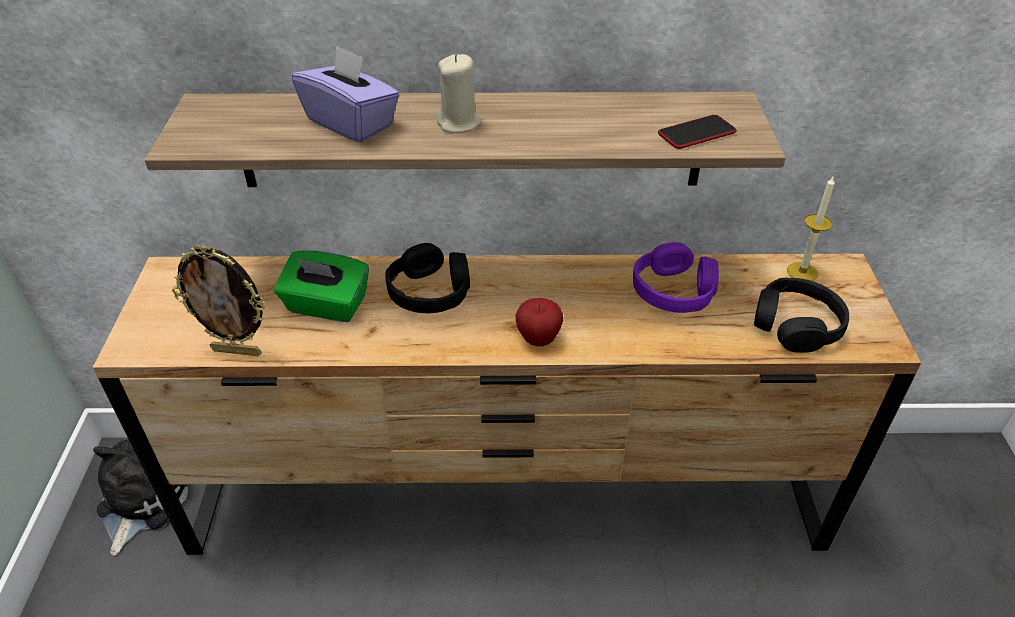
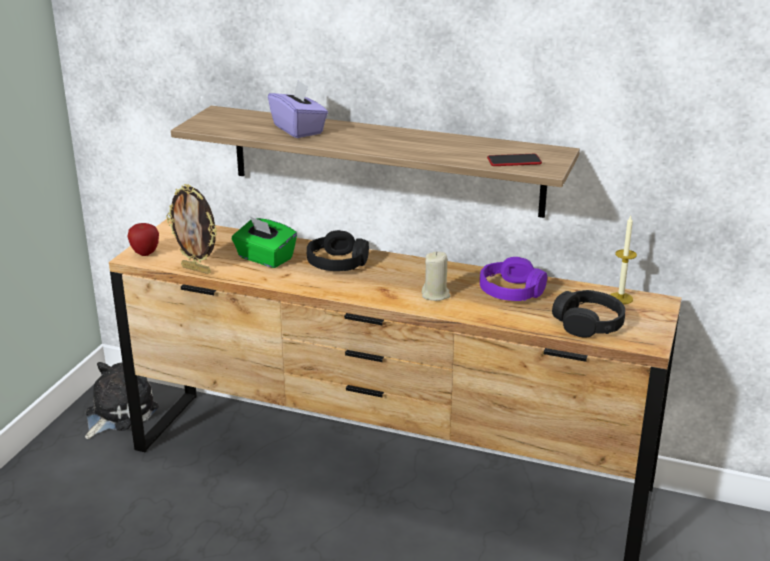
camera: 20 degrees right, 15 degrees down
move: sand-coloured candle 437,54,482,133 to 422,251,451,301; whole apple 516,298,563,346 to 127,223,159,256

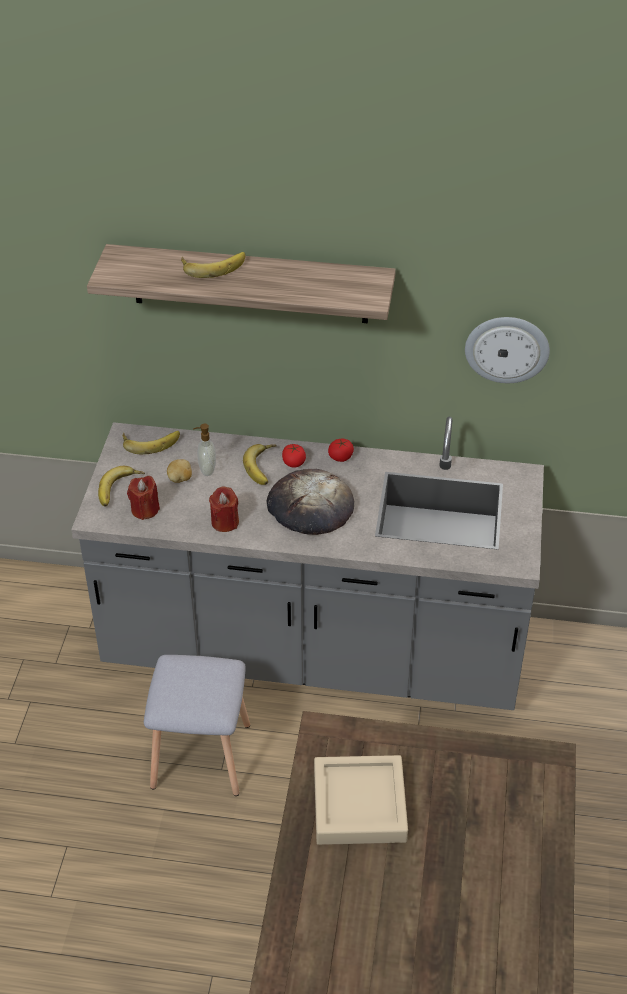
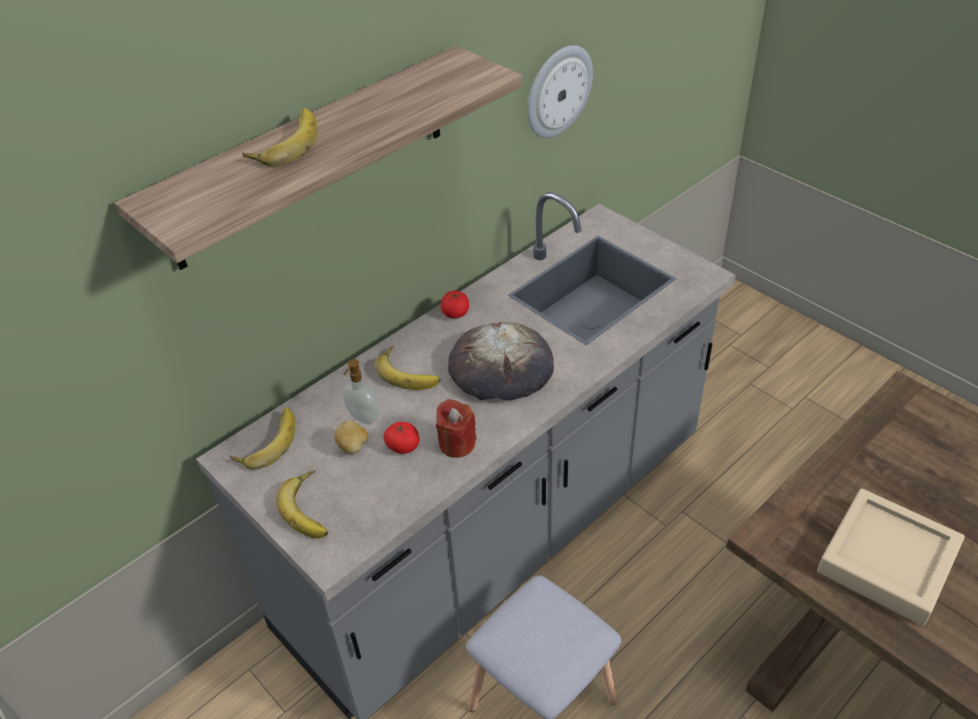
camera: 50 degrees left, 0 degrees up
delete: reddish candle 127,476,160,520
move: tomato 282,444,306,468 to 384,422,419,454

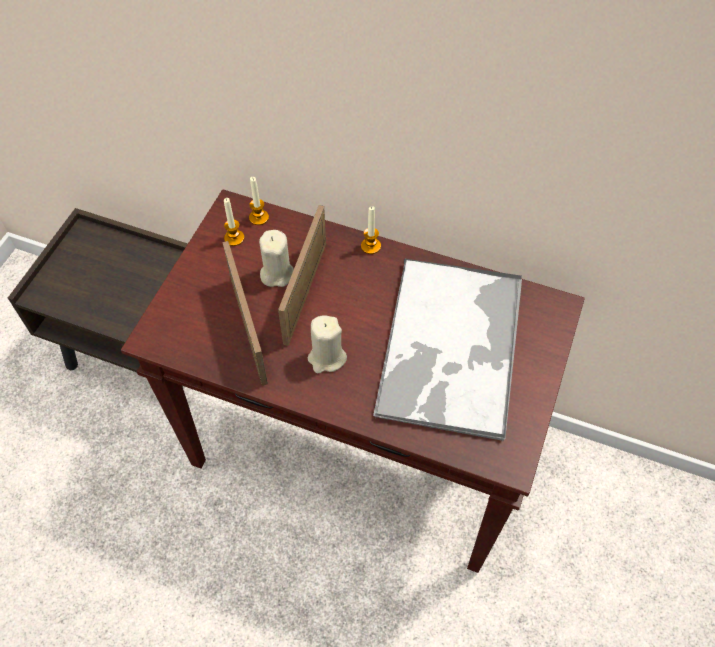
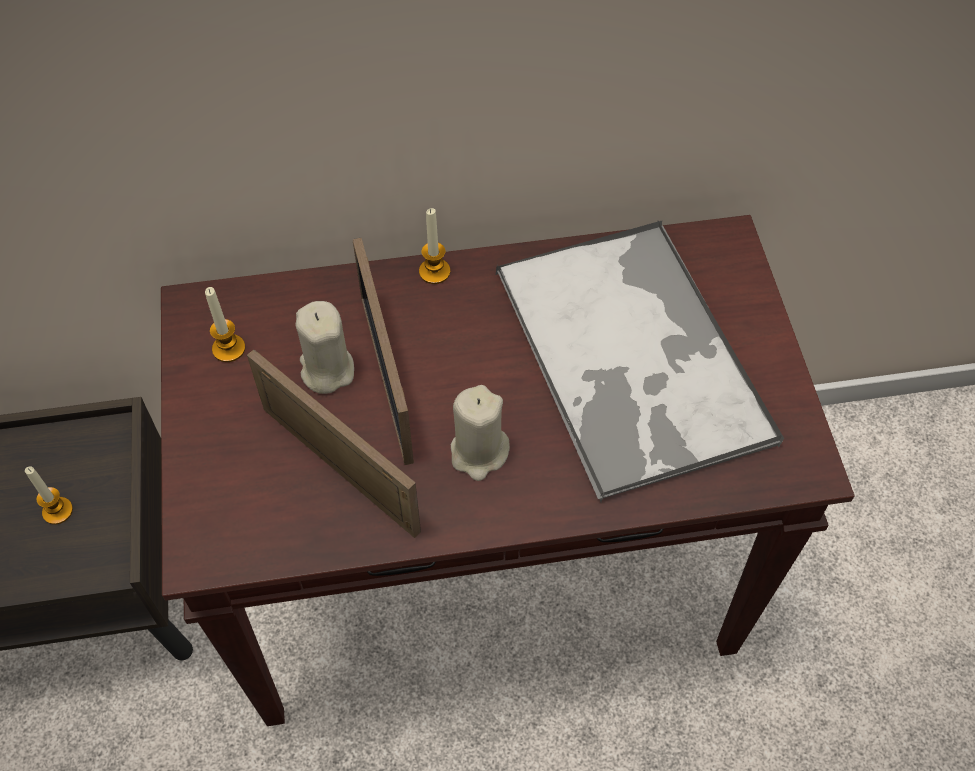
camera: 30 degrees left, 0 degrees up
move: candle 249,177,269,225 to 25,466,73,525

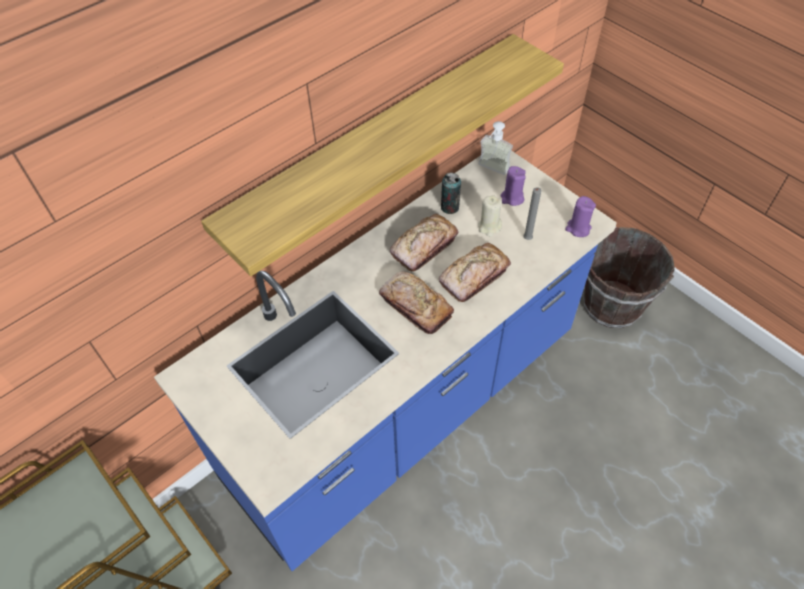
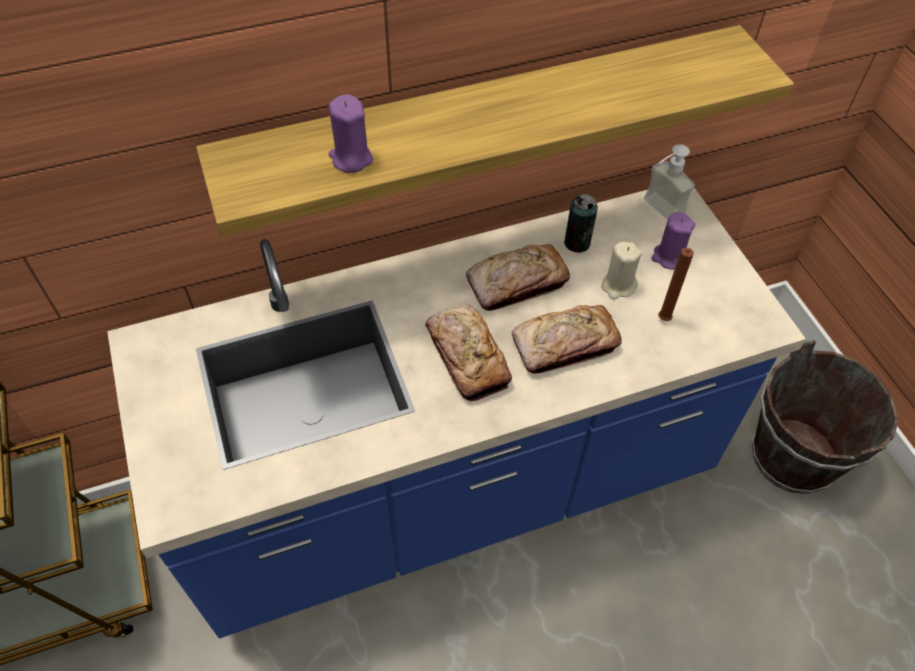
camera: 20 degrees right, 0 degrees up
move: purple candle 565,196,596,237 to 328,94,373,173
recolor: gray candle 523,187,542,240 to brown candle 659,248,694,321

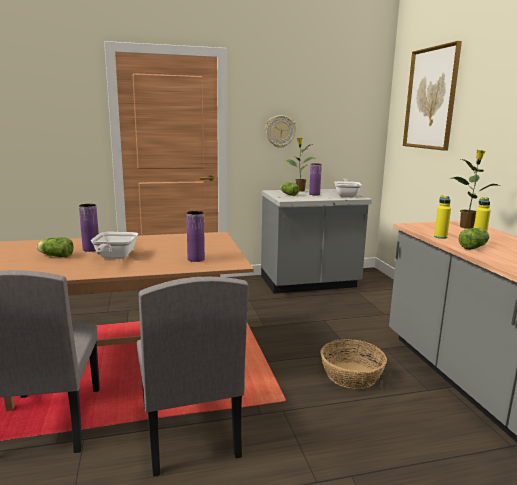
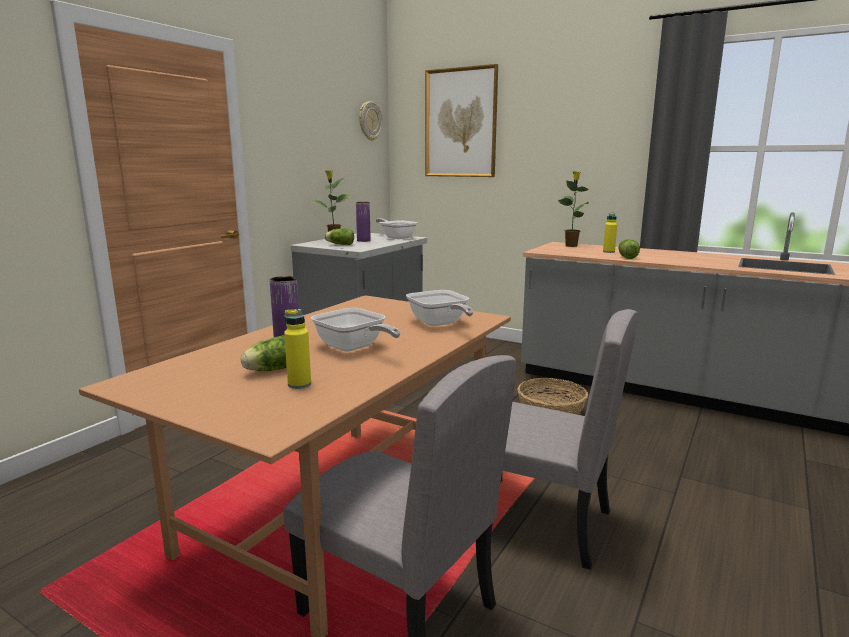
camera: 45 degrees left, 0 degrees up
move: wall clock 265,115,296,148 to 359,101,383,141; yellow-coloured beverage bottle 434,195,451,239 to 284,309,311,389
replace: purple decorative vase 186,211,205,262 to pan 406,290,474,326

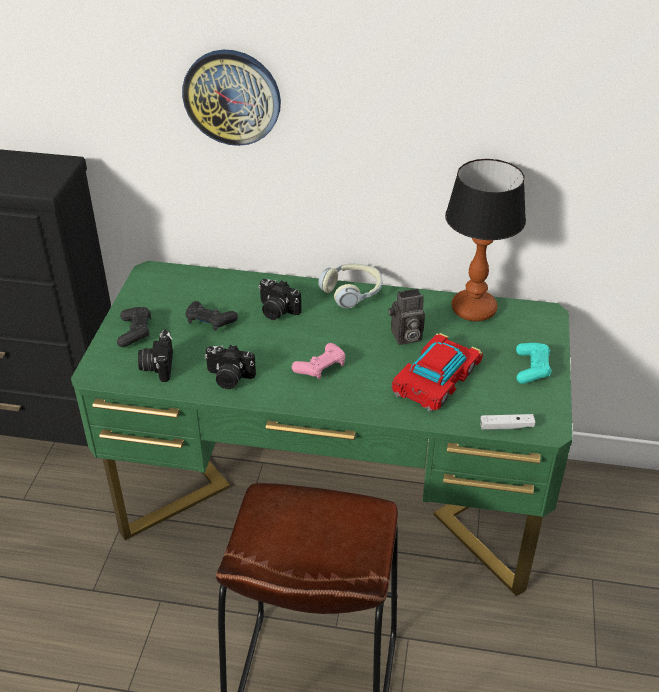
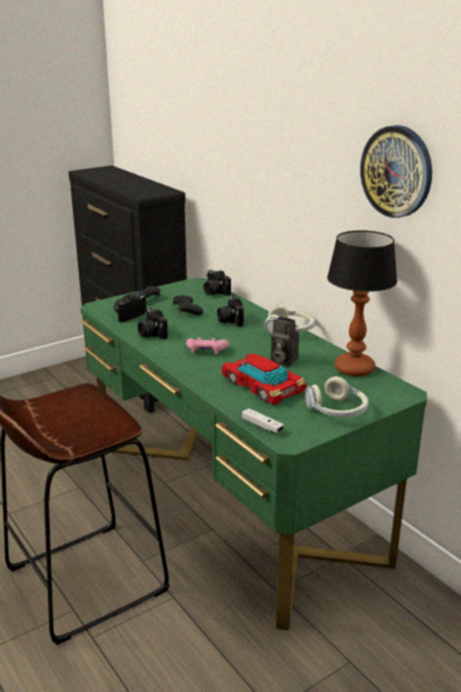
camera: 45 degrees right, 15 degrees down
insert: still camera 204,270,231,296
move: wall clock 182,49,281,146 to 360,125,432,218
replace: blue-green joypad 516,343,551,384 to pair of headphones 305,376,368,417
rotate: toy car 392,333,483,412 = 222,353,307,405 60 degrees clockwise

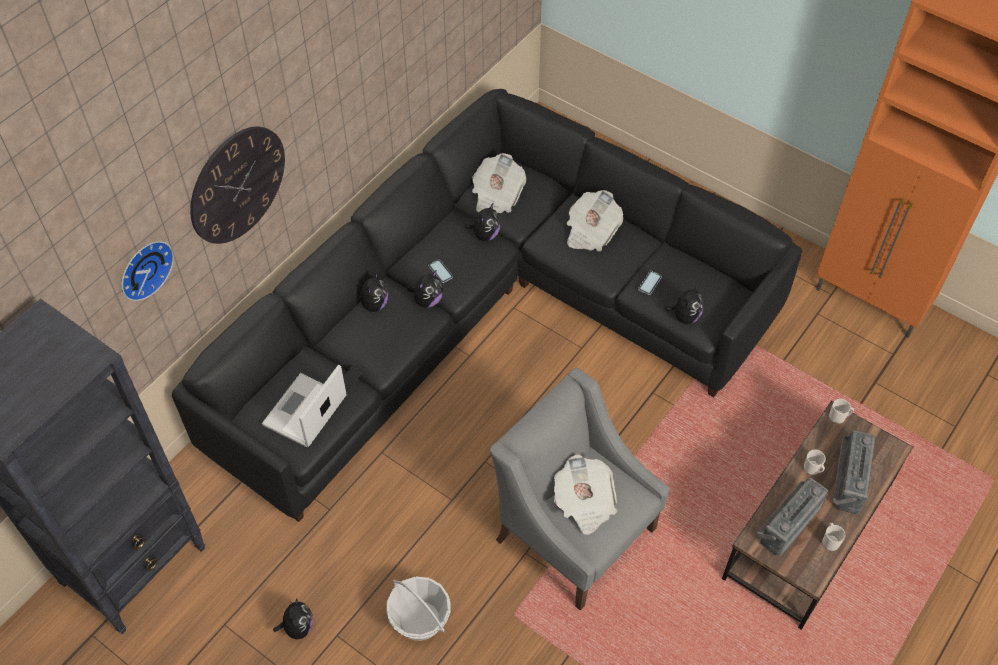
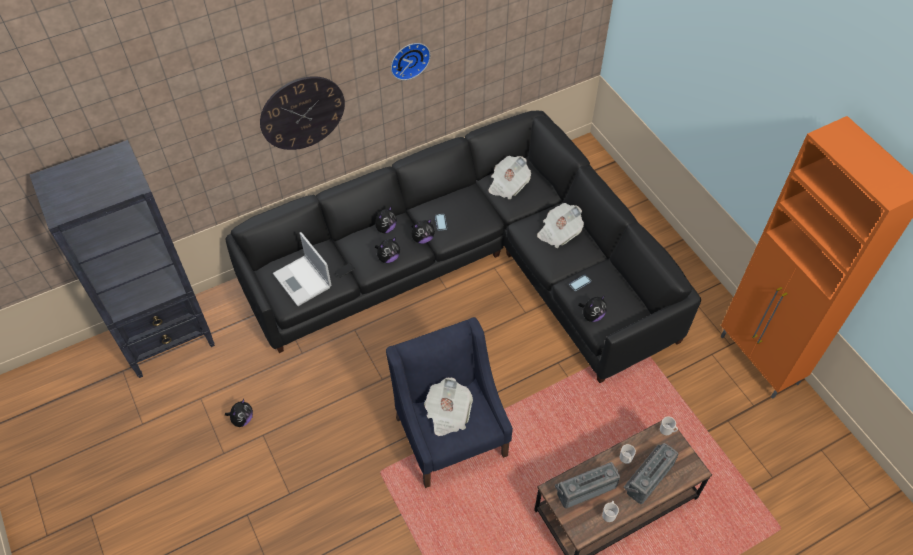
camera: 25 degrees right, 0 degrees up
delete: household basket 387,577,451,640
move: soft toy 465,203,501,241 to 375,237,400,263; wall clock 121,241,174,301 to 391,43,430,80
recolor: gray armchair 490,368,669,610 to bluish armchair 386,317,513,488
rotate: laptop 262,365,347,447 = 273,232,332,306 90 degrees counterclockwise

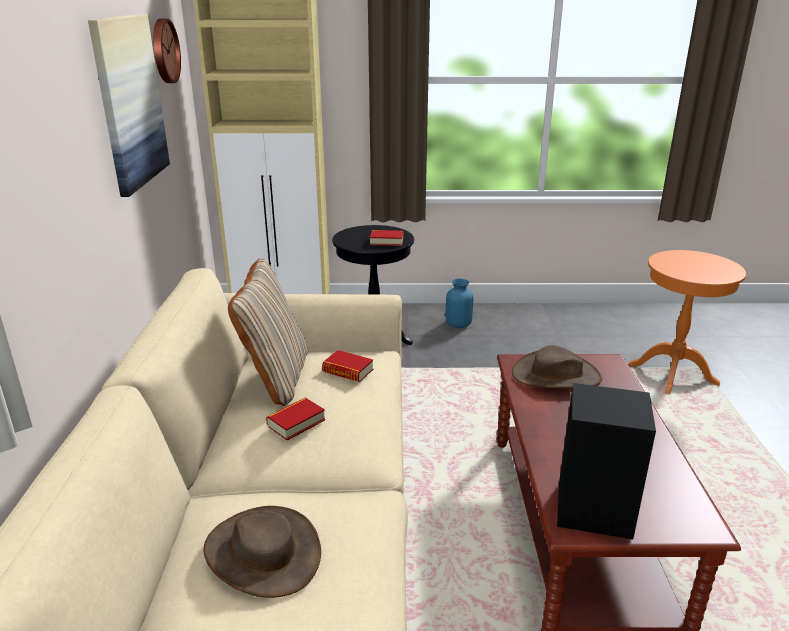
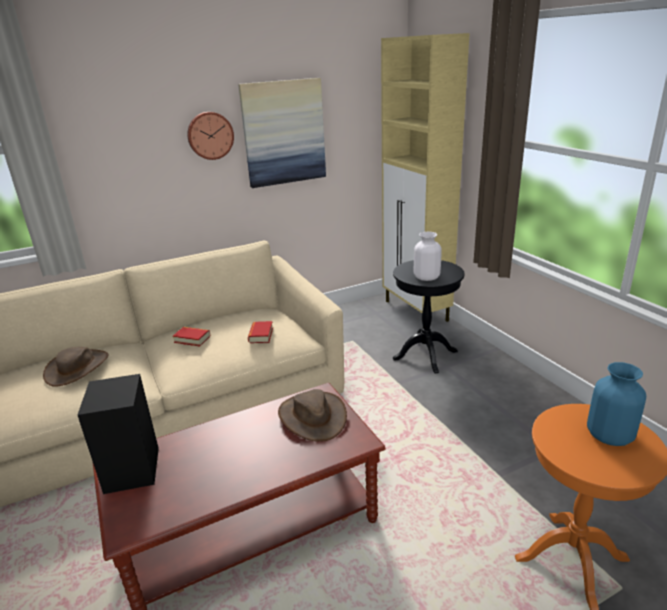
camera: 65 degrees right, 0 degrees up
delete: sand-coloured pillow 228,259,309,406
move: wall clock 153,18,181,83 to 187,112,234,160; bluish decorative vase 446,279,473,328 to 587,362,646,446
replace: book 370,230,403,246 to white decorative vase 414,232,442,281

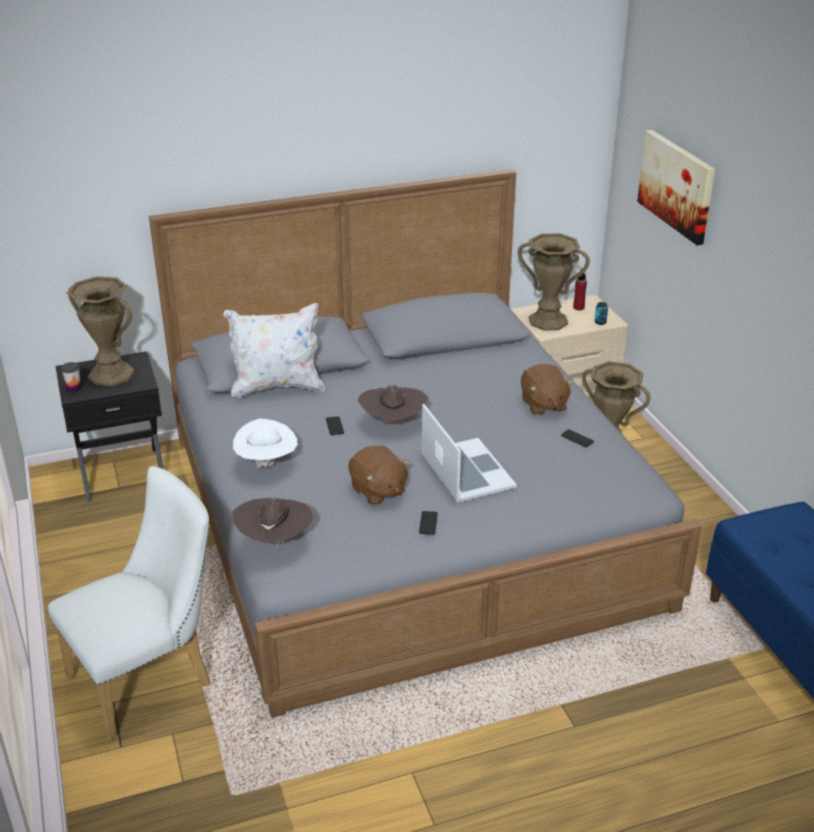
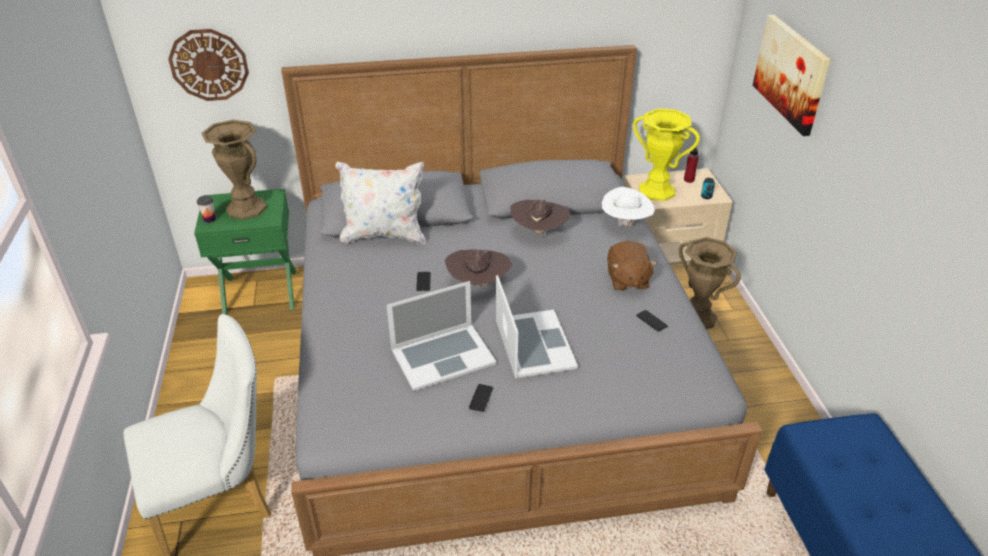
camera: 10 degrees right, 5 degrees up
insert: wall clock 168,29,249,101
move: white clothing hat 233,418,297,468 to 602,187,655,226; brown clothing hat 233,498,313,549 to 510,199,570,238
replace: brown soft toy 348,446,409,505 to laptop 387,281,497,391
recolor: brown decorative vase 518,233,590,331 to yellow-coloured decorative vase 633,109,700,201; blackish night table 55,351,164,502 to green-coloured night table 194,189,296,315

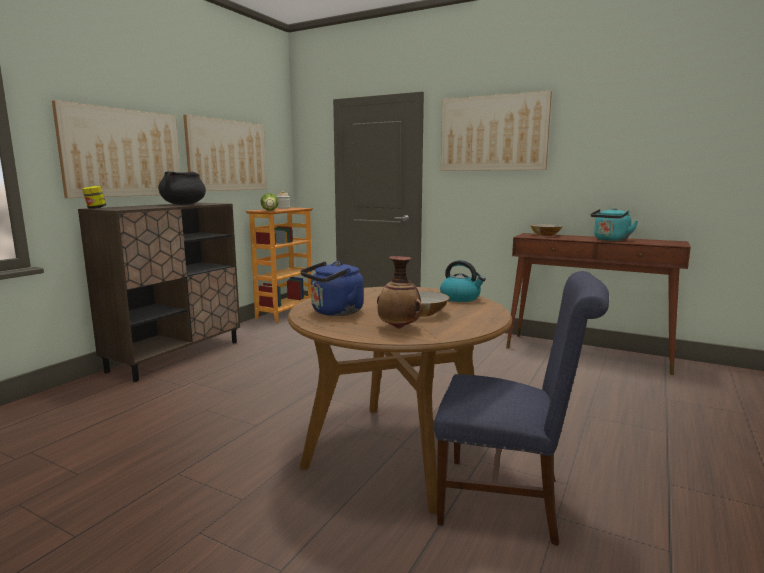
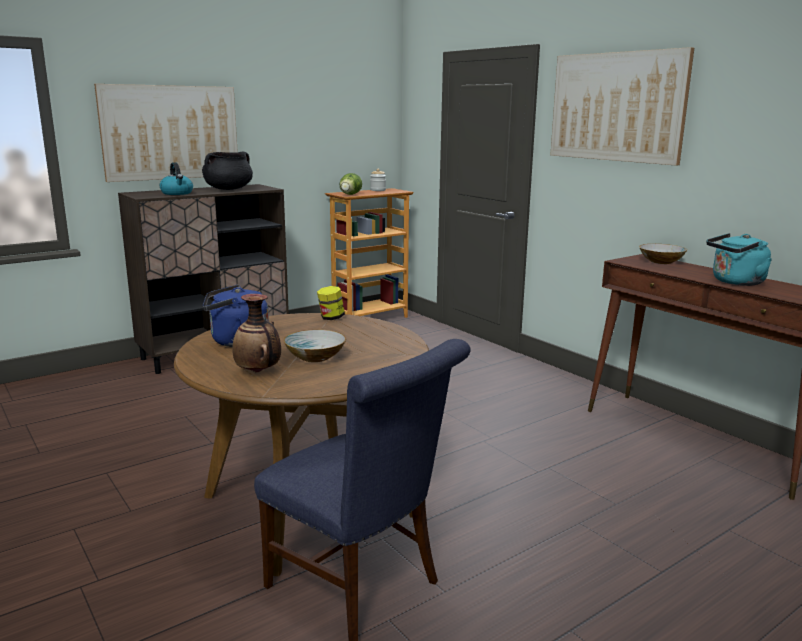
camera: 25 degrees right, 5 degrees up
delete: wall picture 183,115,267,191
move: storage jar 82,186,106,209 to 317,286,345,320; water kettle 440,260,486,302 to 160,162,193,195

